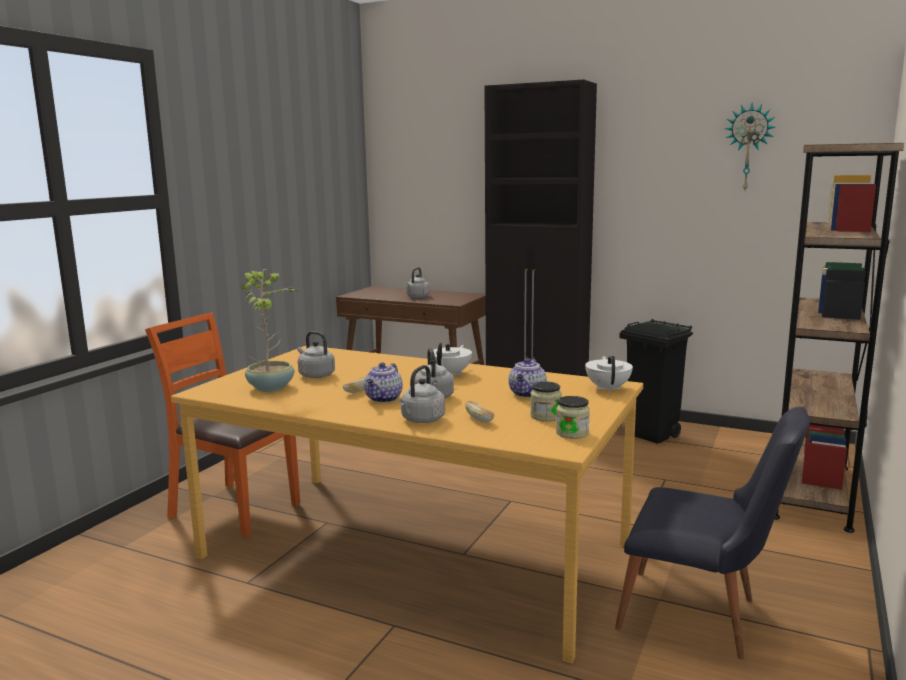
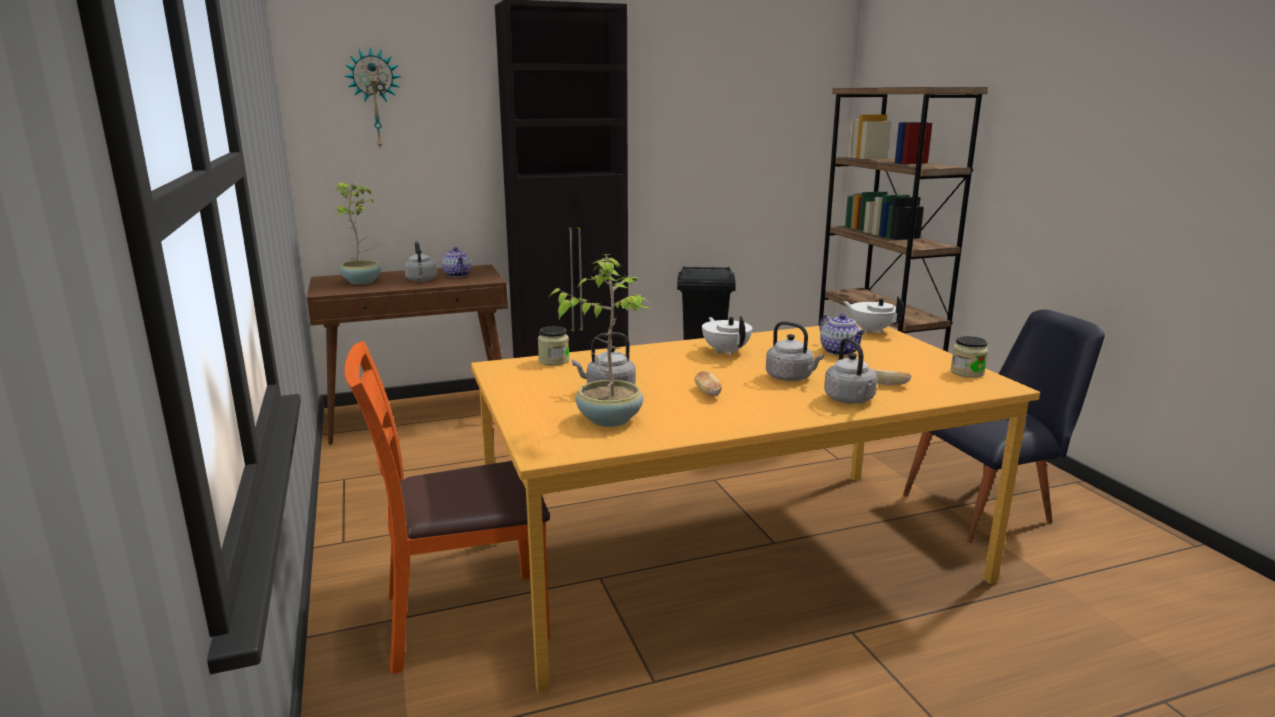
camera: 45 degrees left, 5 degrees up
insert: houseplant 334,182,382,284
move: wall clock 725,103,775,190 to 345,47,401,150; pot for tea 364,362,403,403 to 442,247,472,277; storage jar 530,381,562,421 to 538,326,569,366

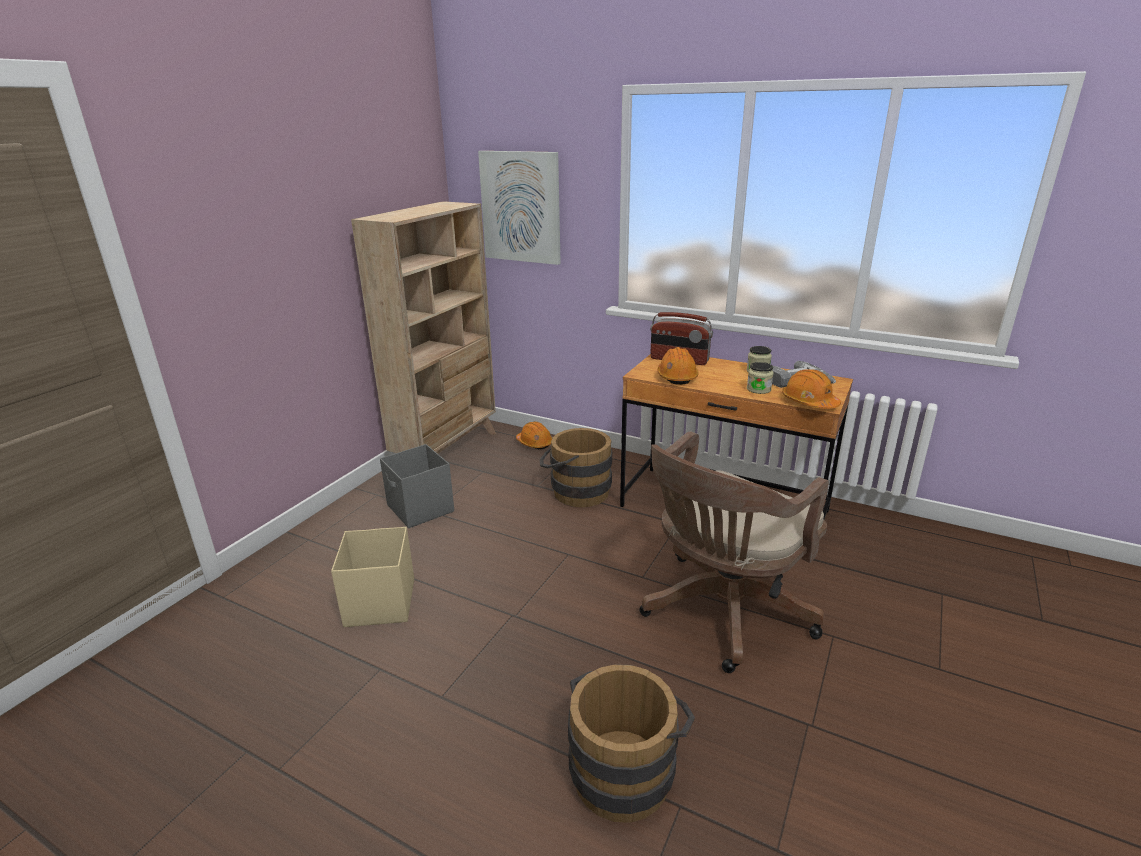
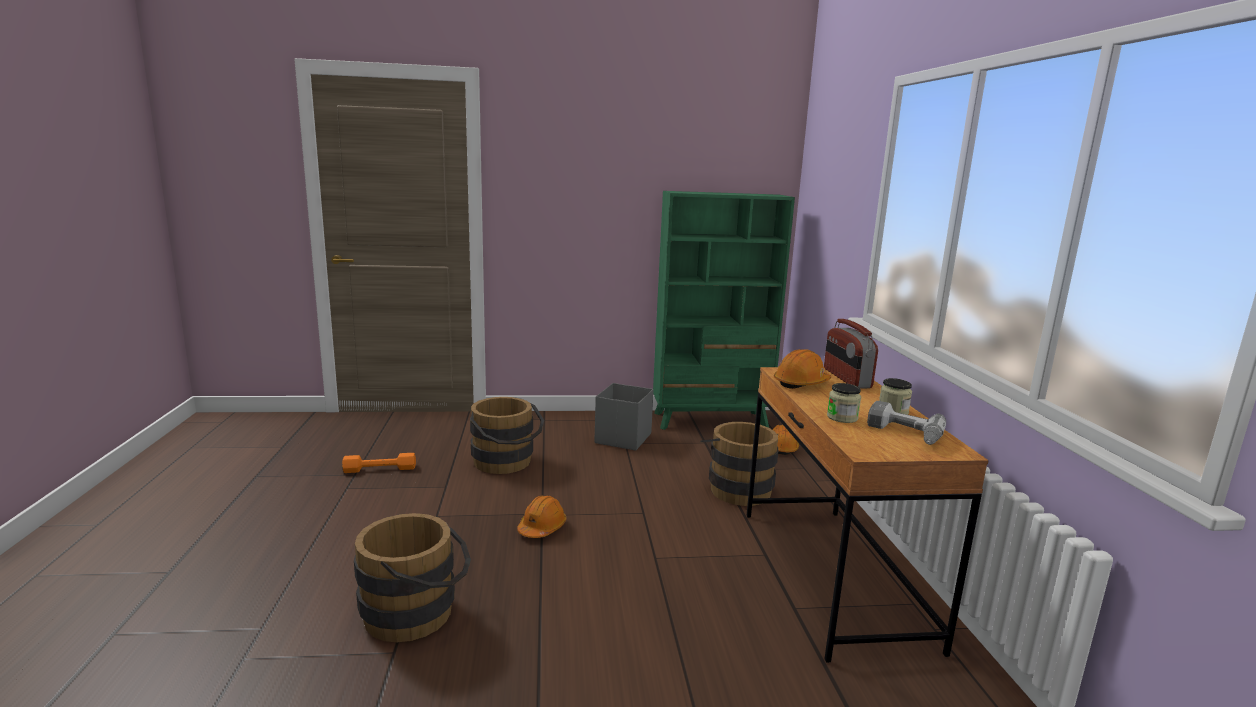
camera: 55 degrees right, 10 degrees down
delete: wall picture 478,151,561,265; brown computer chair 639,431,829,673
insert: orangey dumbbell 342,453,416,473
move: orangey hard hat 782,369,841,409 to 517,495,567,538
replace: sand-coloured storage box 331,527,414,627 to brown pail 470,397,544,474
recolor: sand-coloured shelving unit 351,201,496,454 to green-coloured shelving unit 653,191,795,430

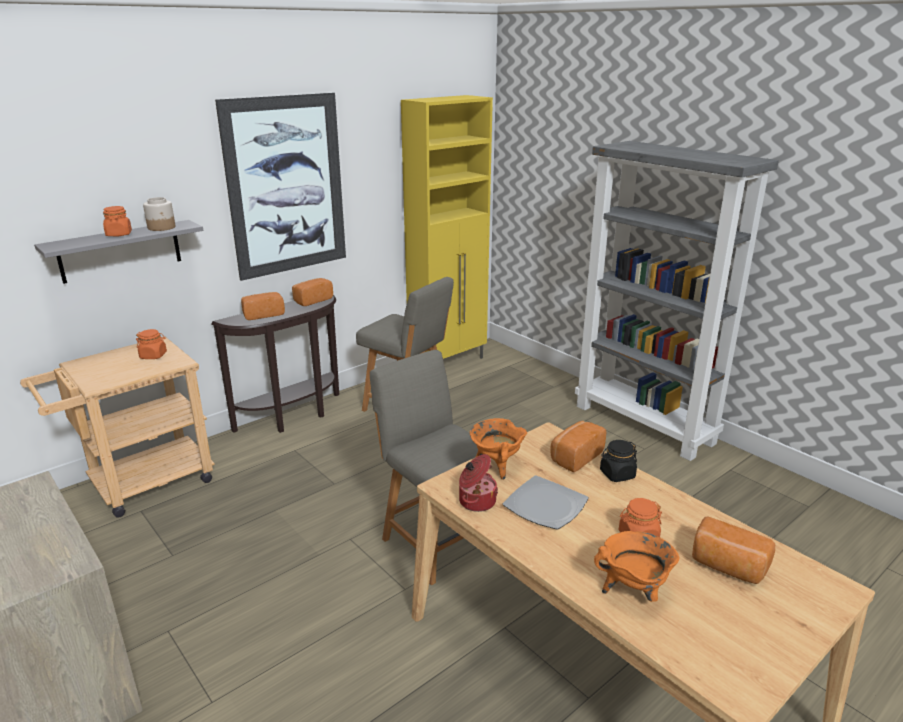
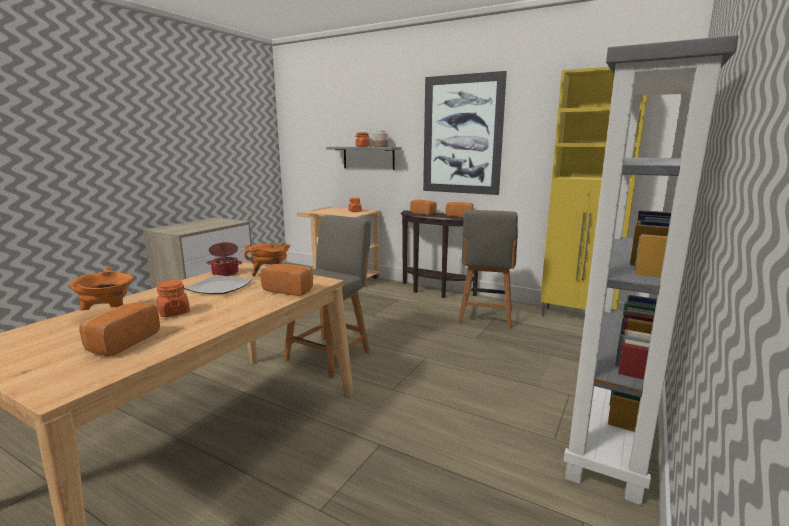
camera: 70 degrees right, 10 degrees down
delete: blackish storage jar 600,440,637,482

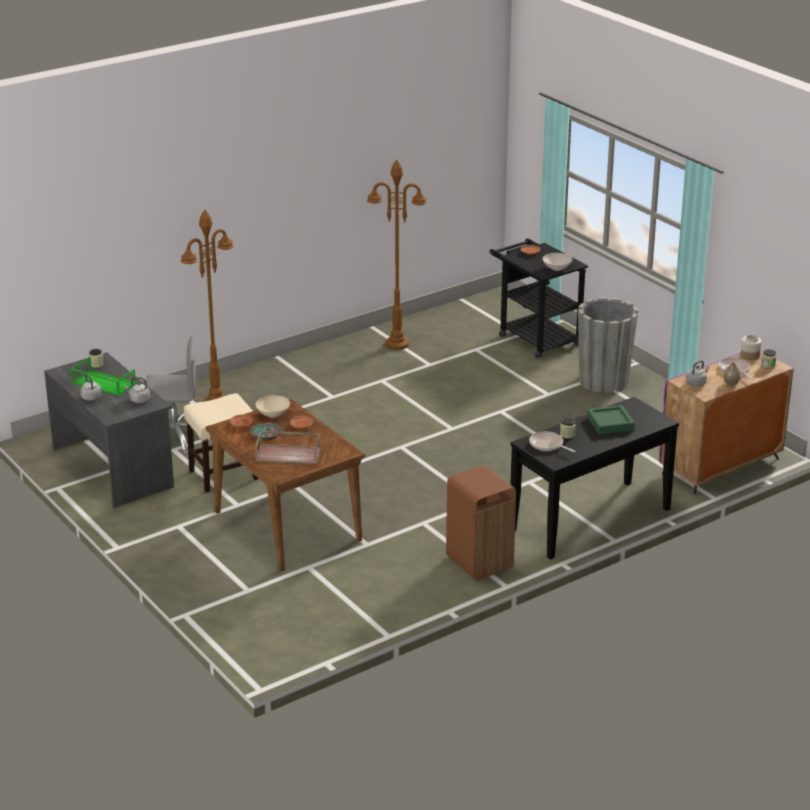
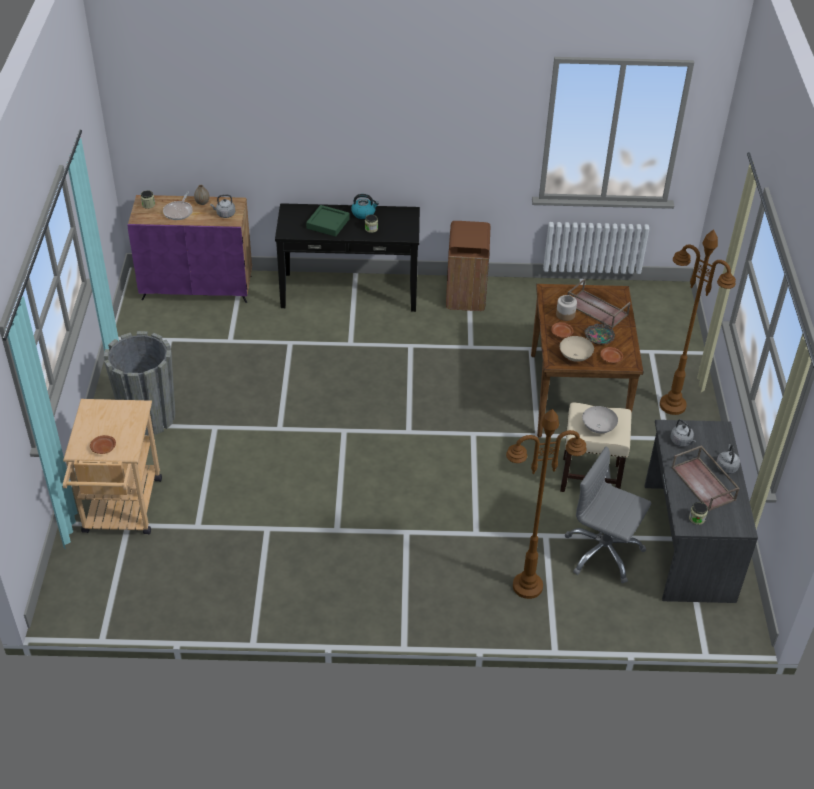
camera: 145 degrees left, 15 degrees up
delete: pan 529,431,575,452
insert: water kettle 351,194,379,219
move: brown floor lamp 367,160,427,350 to 660,229,736,415; white bowl 543,253,572,271 to 582,406,618,433; storage jar 741,335,762,360 to 556,295,577,321
recolor: blackish wheeled cart 490,238,588,358 to sand-coloured wheeled cart 63,399,162,534; green-coloured serving tray 71,357,136,396 to brown serving tray 671,446,740,511

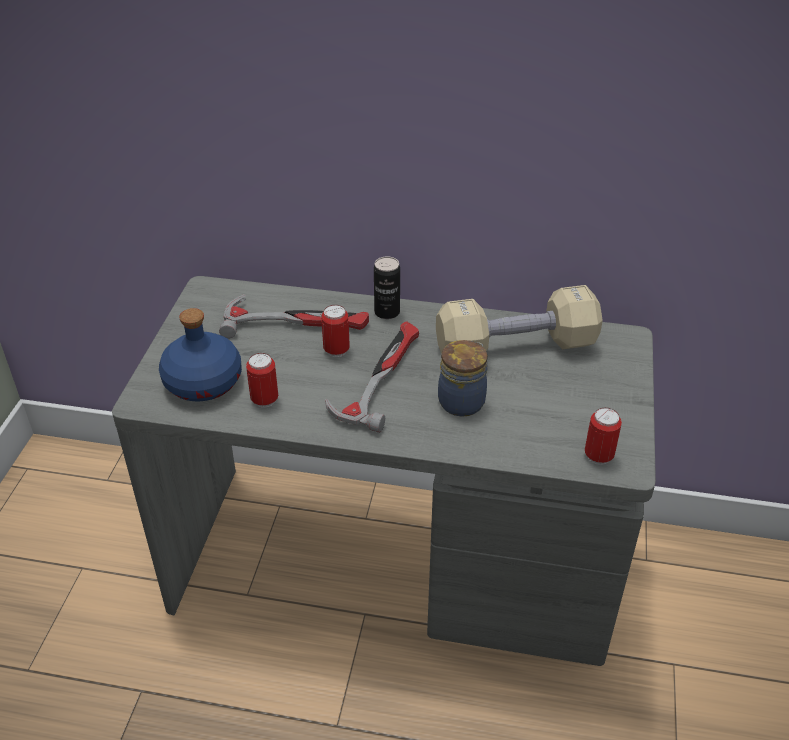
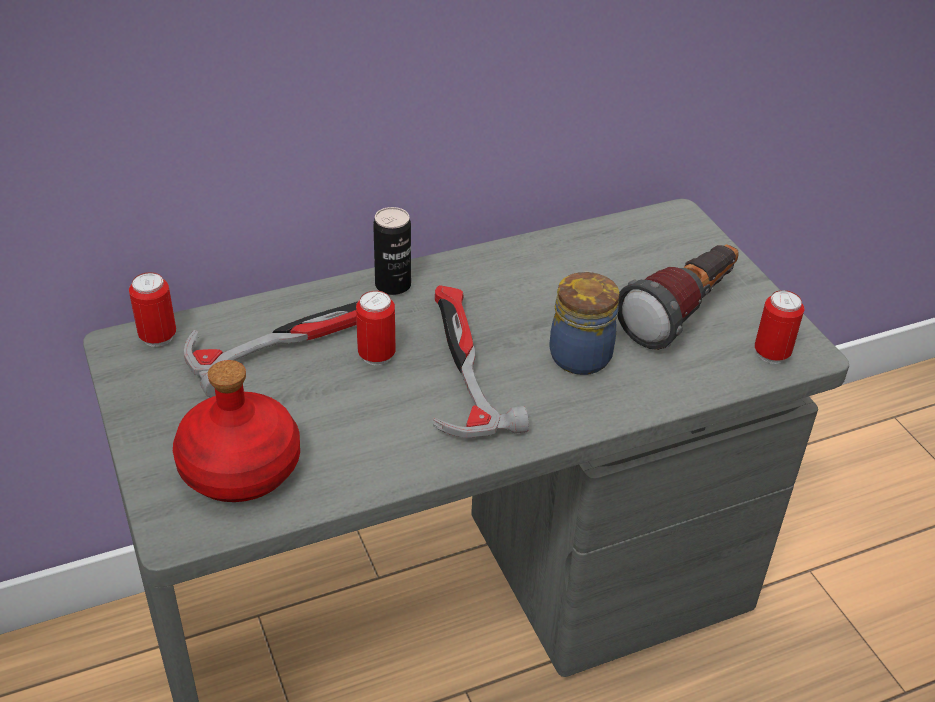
camera: 35 degrees left, 0 degrees up
delete: sand-coloured dumbbell 436,285,603,354
insert: hand torch 617,244,739,350
move: metal can 246,353,278,408 to 129,272,176,347
recolor: bluish beverage bottle 159,308,242,401 to reddish beverage bottle 173,360,300,502

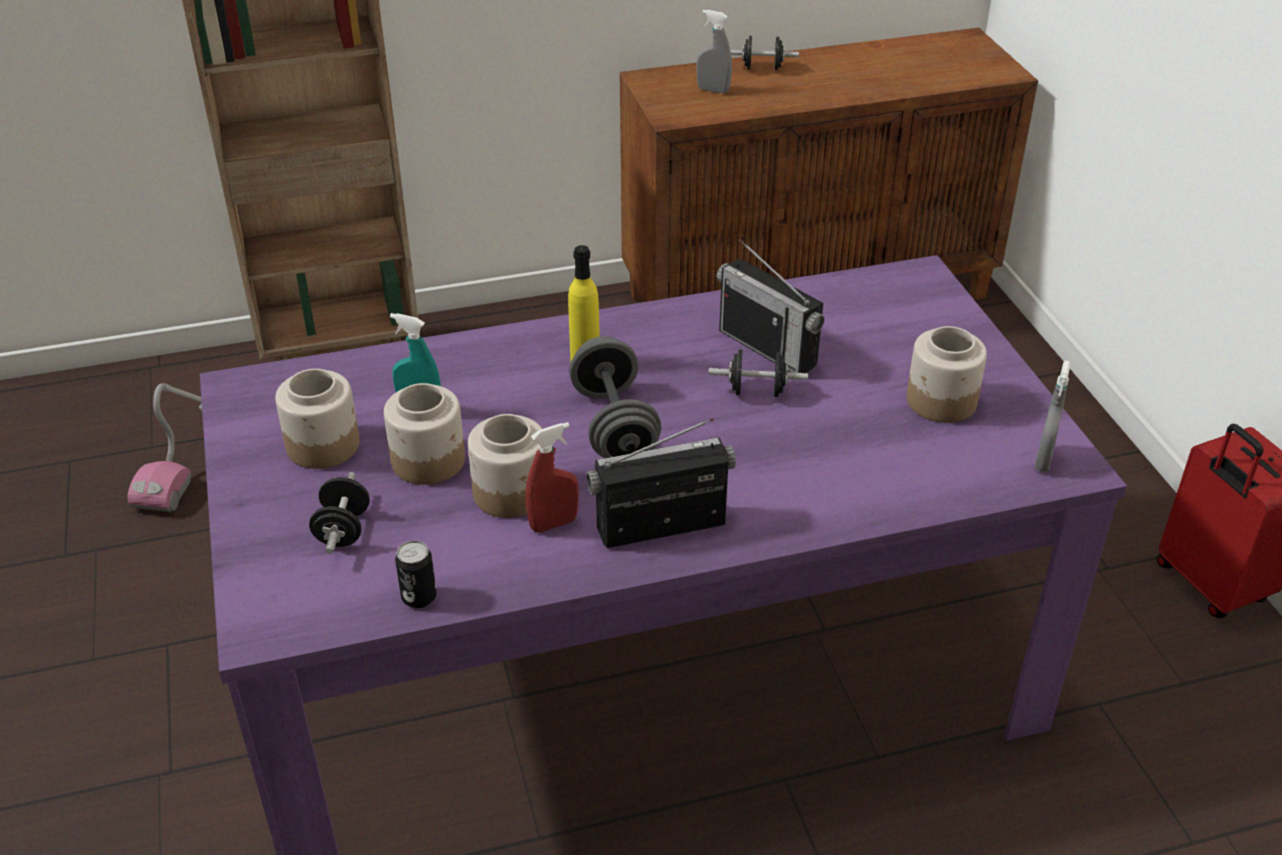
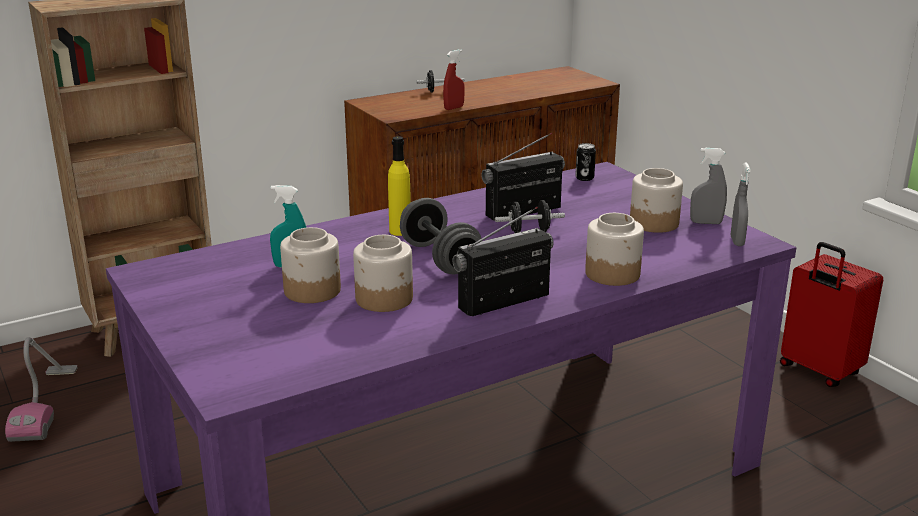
camera: 15 degrees left, 15 degrees down
delete: blackish dumbbell 309,472,370,554
move: gray spray bottle 697,10,732,93 to 690,148,727,224; storage jar 275,369,359,469 to 585,213,644,286; reddish spray bottle 525,422,579,532 to 443,50,465,110; metal can 395,541,437,608 to 575,143,596,181
rotate: radio receiver 717,239,825,373 = 481,133,565,221 120 degrees clockwise

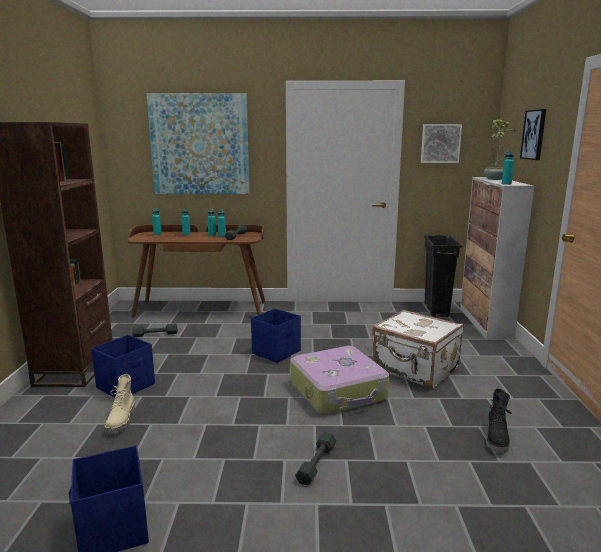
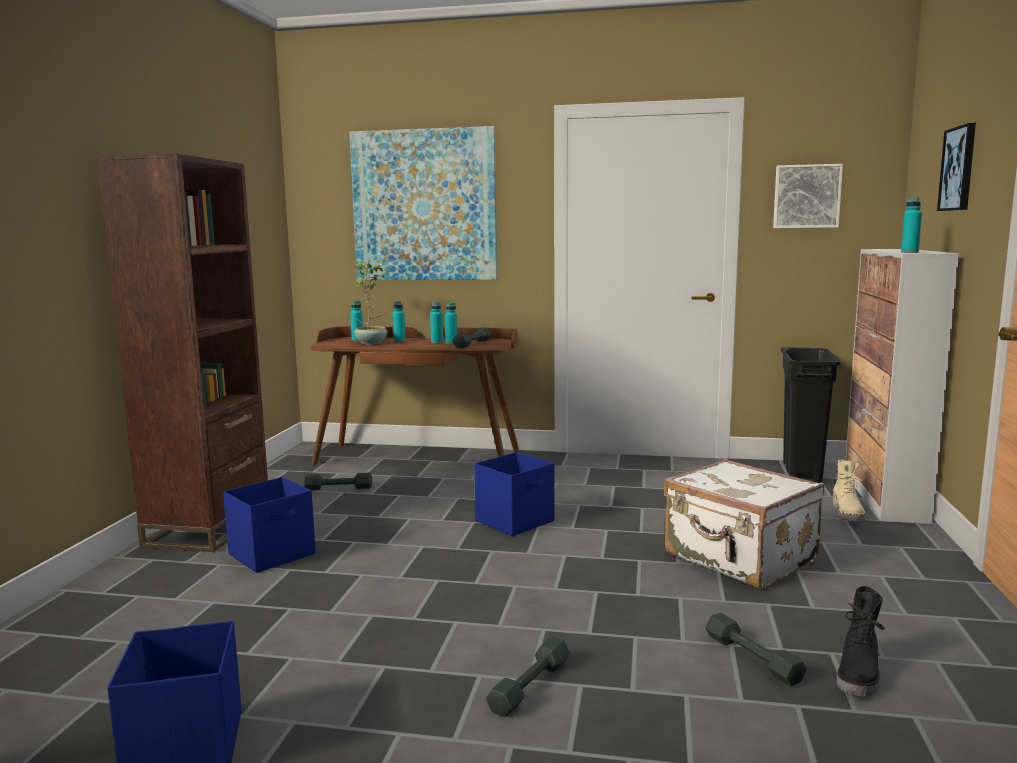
camera: 10 degrees right, 5 degrees down
delete: suitcase 290,346,389,415
insert: gray dumbbell 705,613,807,686
move: houseplant 484,119,518,180 to 354,261,388,345; sand-coloured tall boot 105,374,135,434 to 832,460,865,521

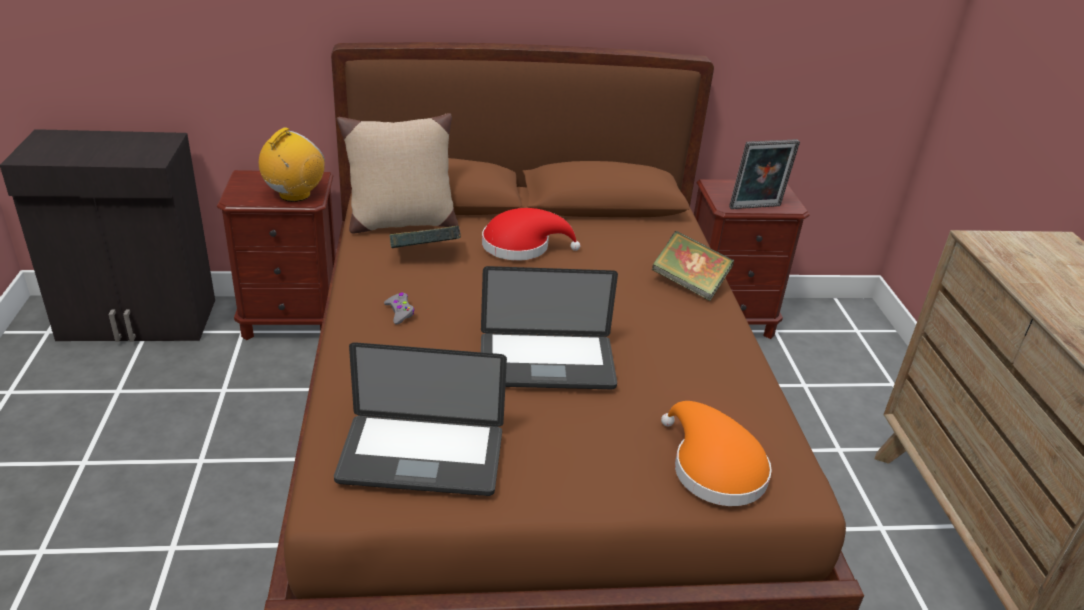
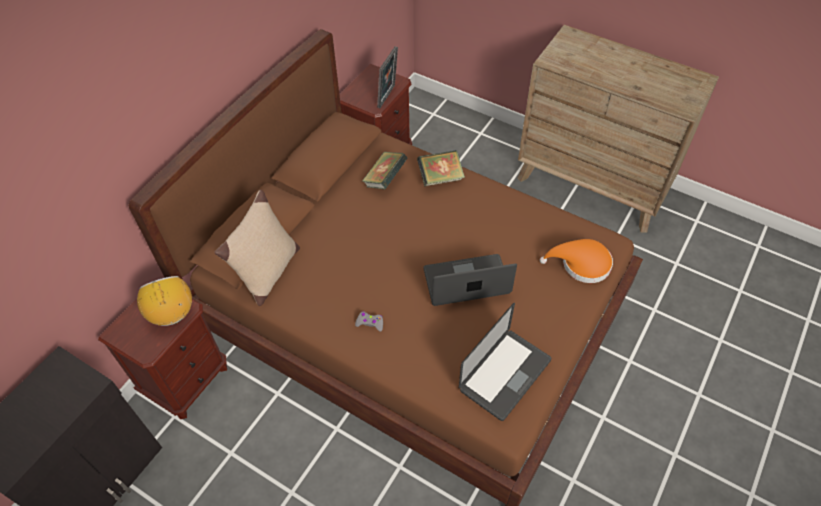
camera: 50 degrees left, 20 degrees up
delete: reddish clothing hat 482,208,580,261
move: book 389,226,461,248 to 362,152,408,189
rotate: laptop 481,266,618,389 = 423,254,517,306 135 degrees counterclockwise

